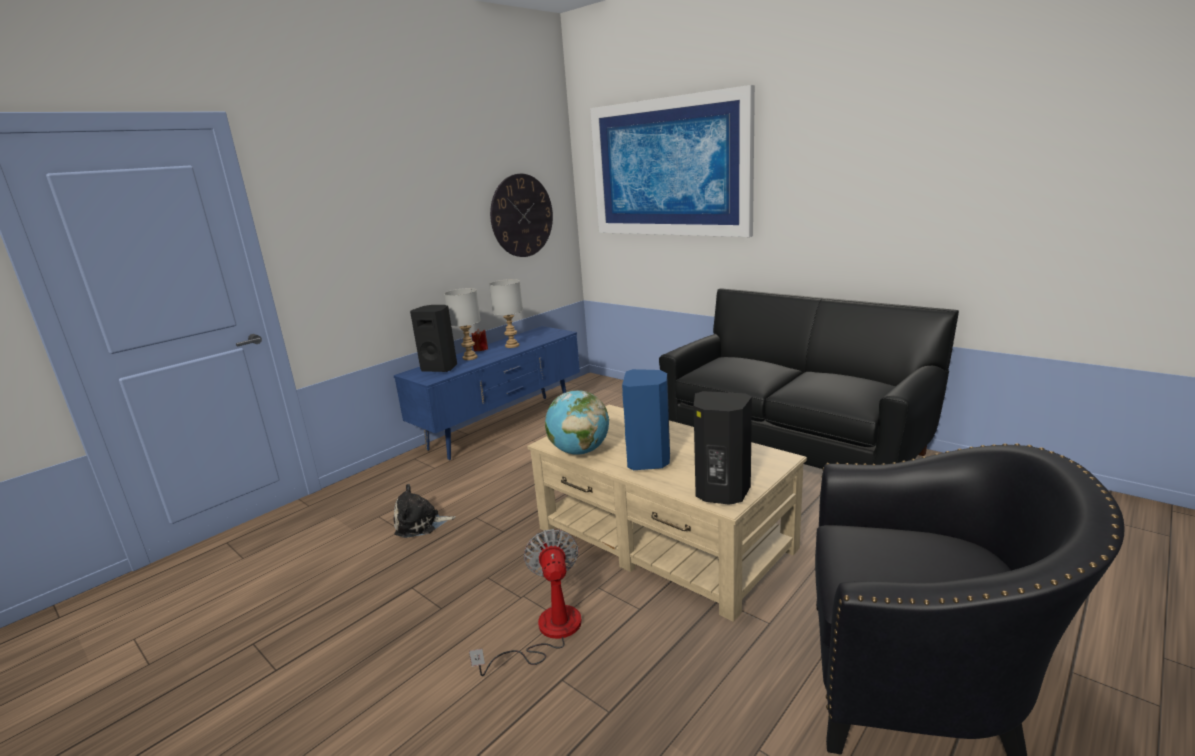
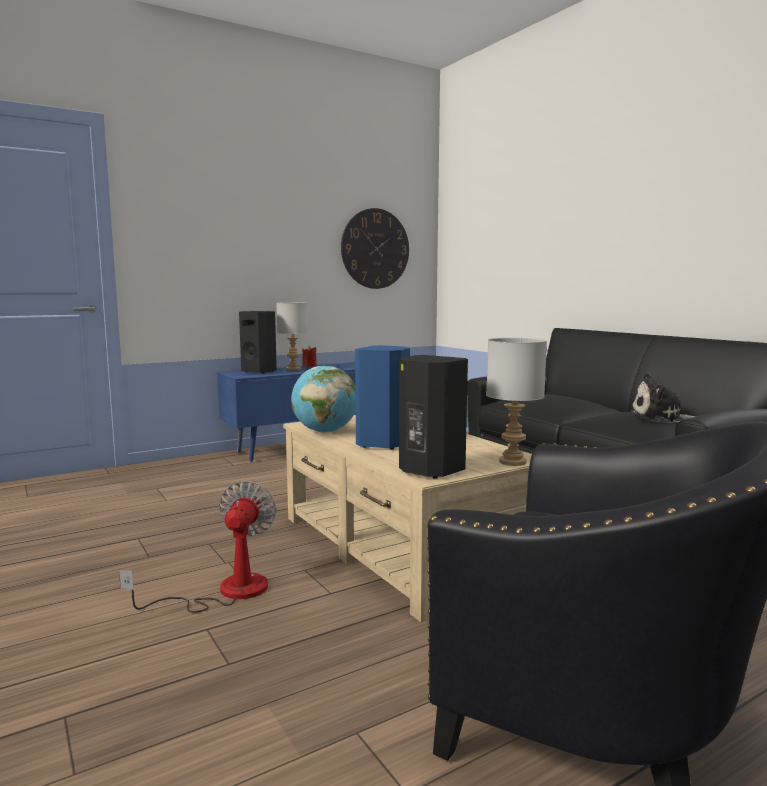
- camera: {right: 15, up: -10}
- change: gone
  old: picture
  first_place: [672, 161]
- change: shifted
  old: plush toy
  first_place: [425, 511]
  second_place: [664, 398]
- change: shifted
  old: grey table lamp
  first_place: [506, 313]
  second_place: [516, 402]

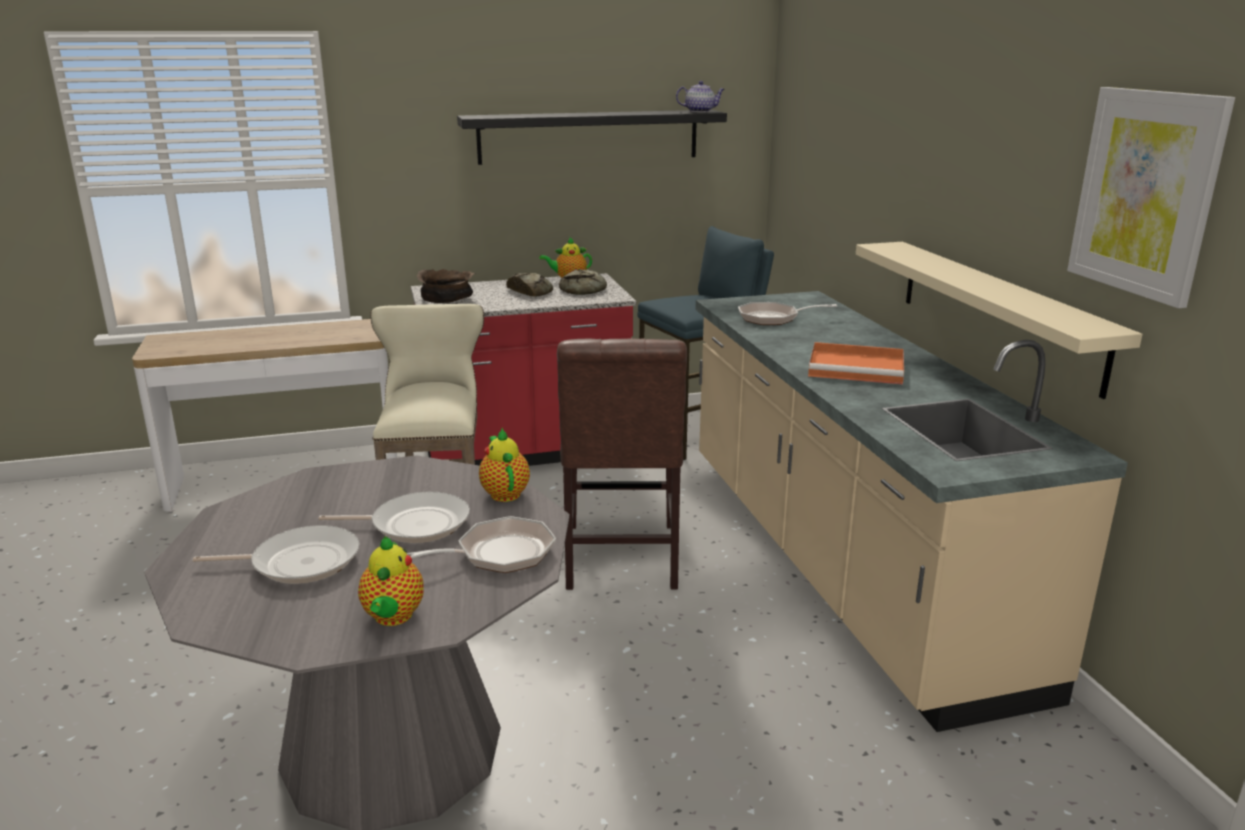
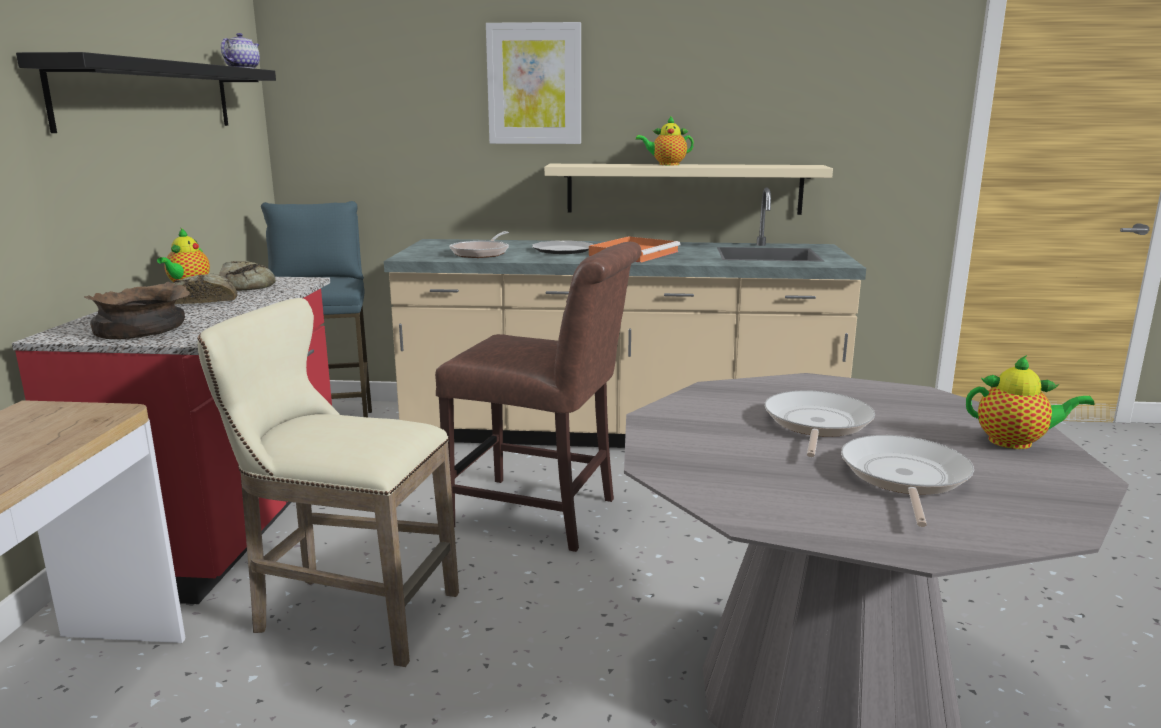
- camera: {right: -70, up: -5}
- change: gone
  old: frying pan
  first_place: [481, 544]
- change: new
  new: plate
  second_place: [562, 247]
- change: shifted
  old: teapot
  first_place: [504, 465]
  second_place: [665, 140]
- change: shifted
  old: picture
  first_place: [1151, 197]
  second_place: [533, 83]

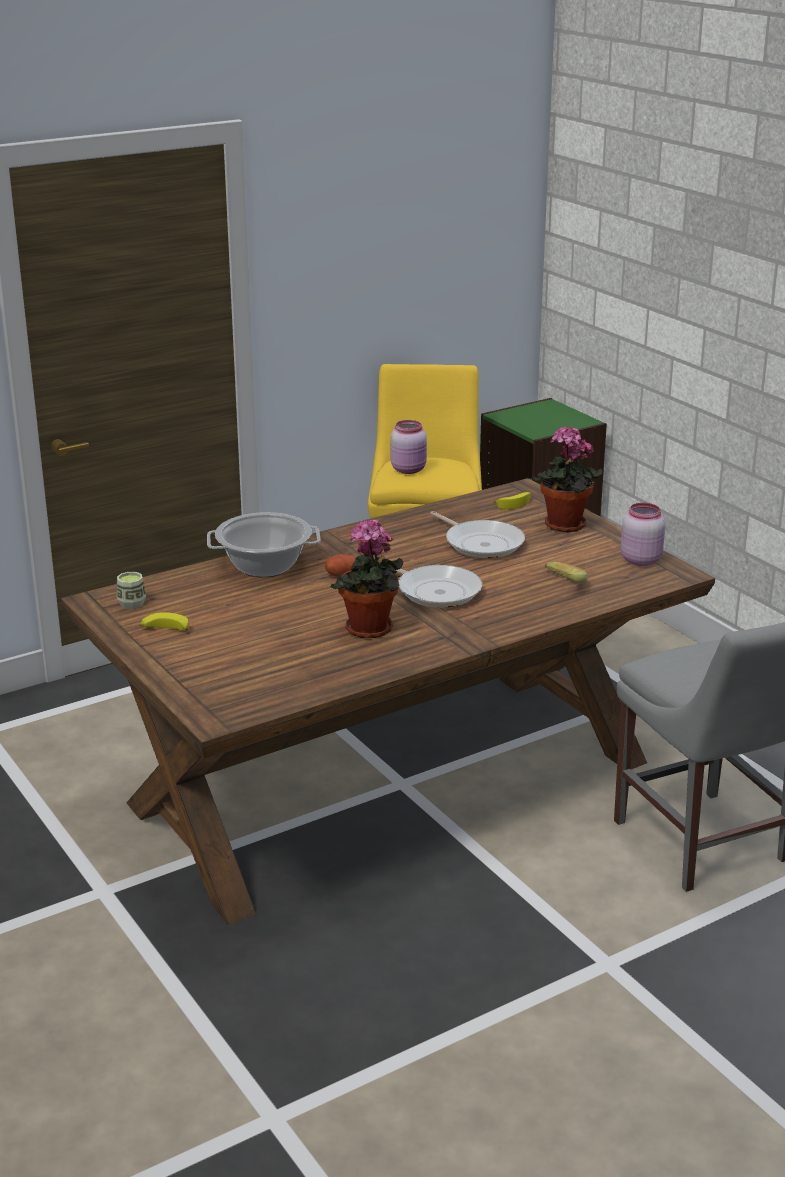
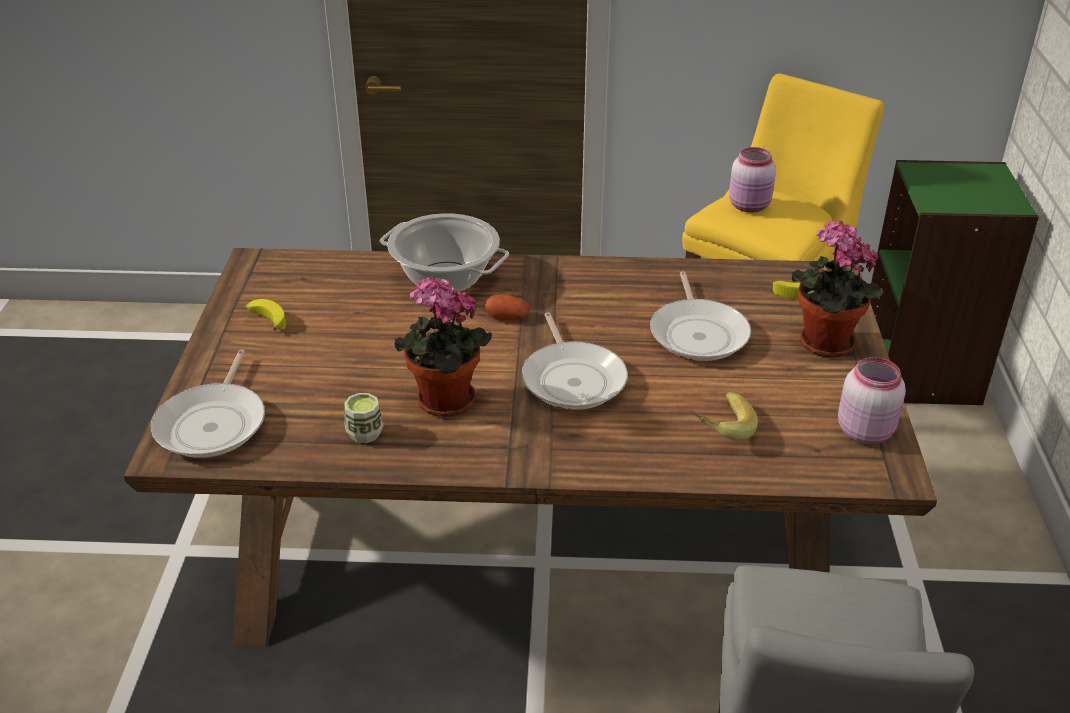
- camera: {right: 35, up: 10}
- change: new
  new: frying pan
  second_place: [208, 404]
- change: shifted
  old: cup
  first_place: [131, 590]
  second_place: [364, 418]

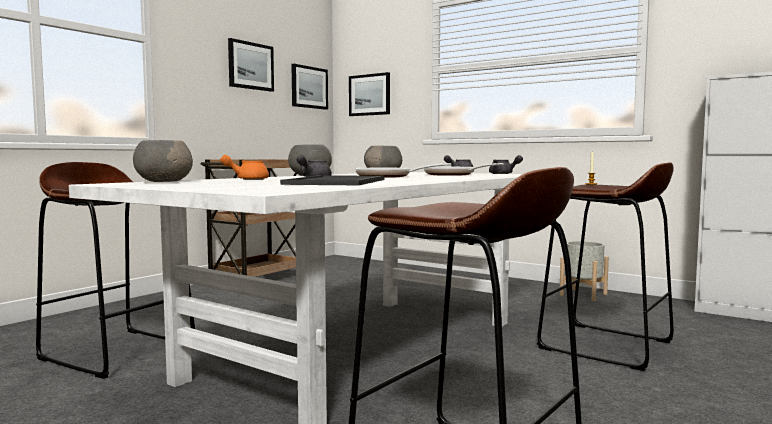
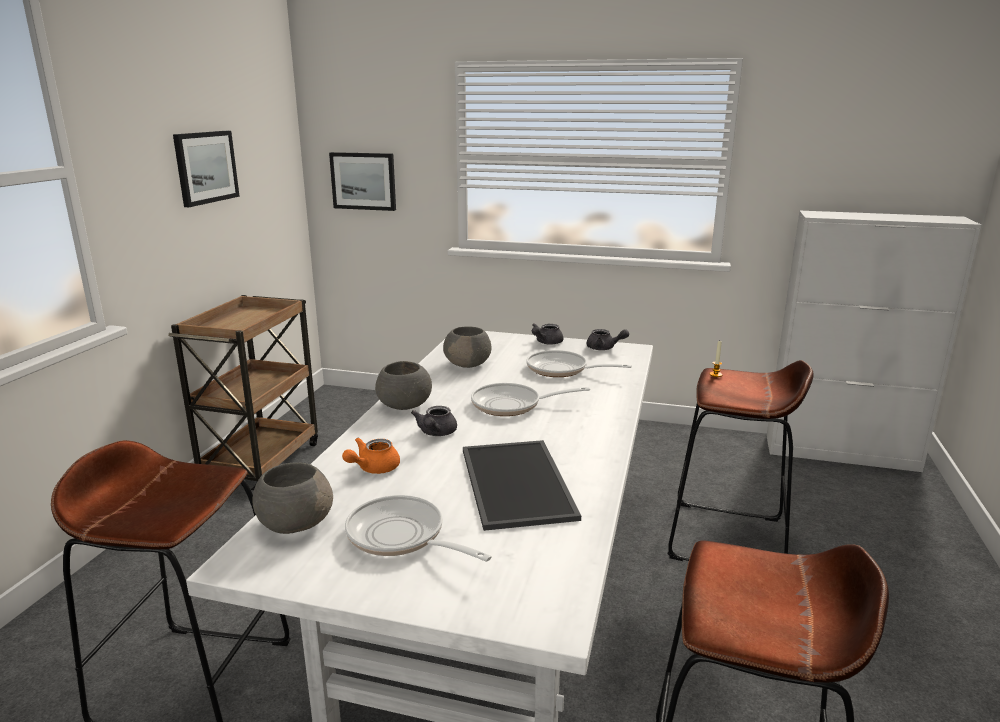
- camera: {right: -20, up: 15}
- change: gone
  old: picture
  first_place: [309, 87]
- change: gone
  old: grey planter
  first_place: [584, 271]
- change: new
  new: frying pan
  second_place: [418, 528]

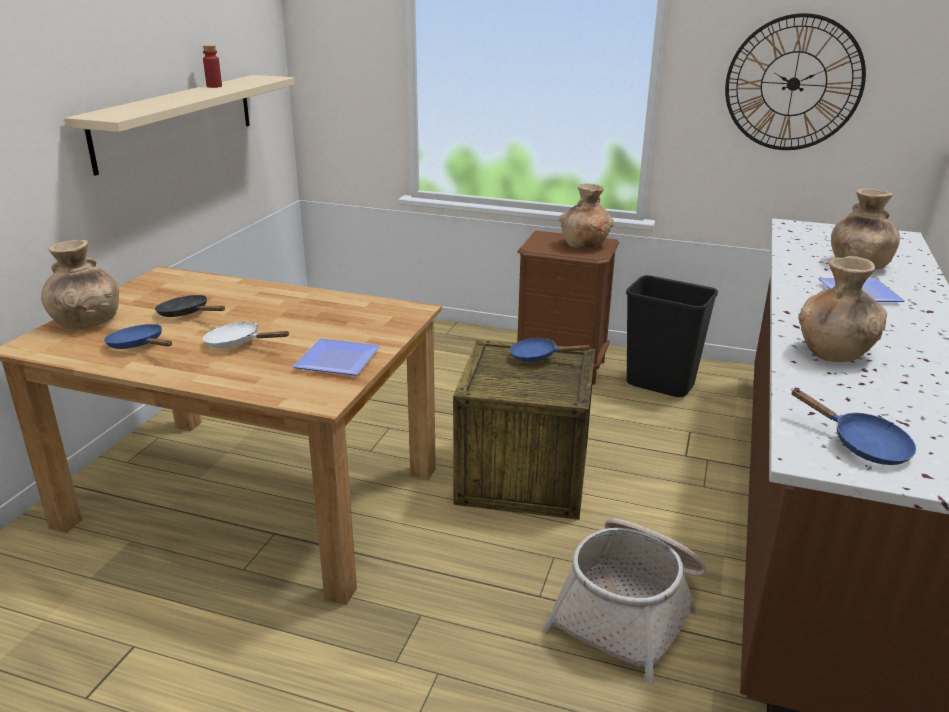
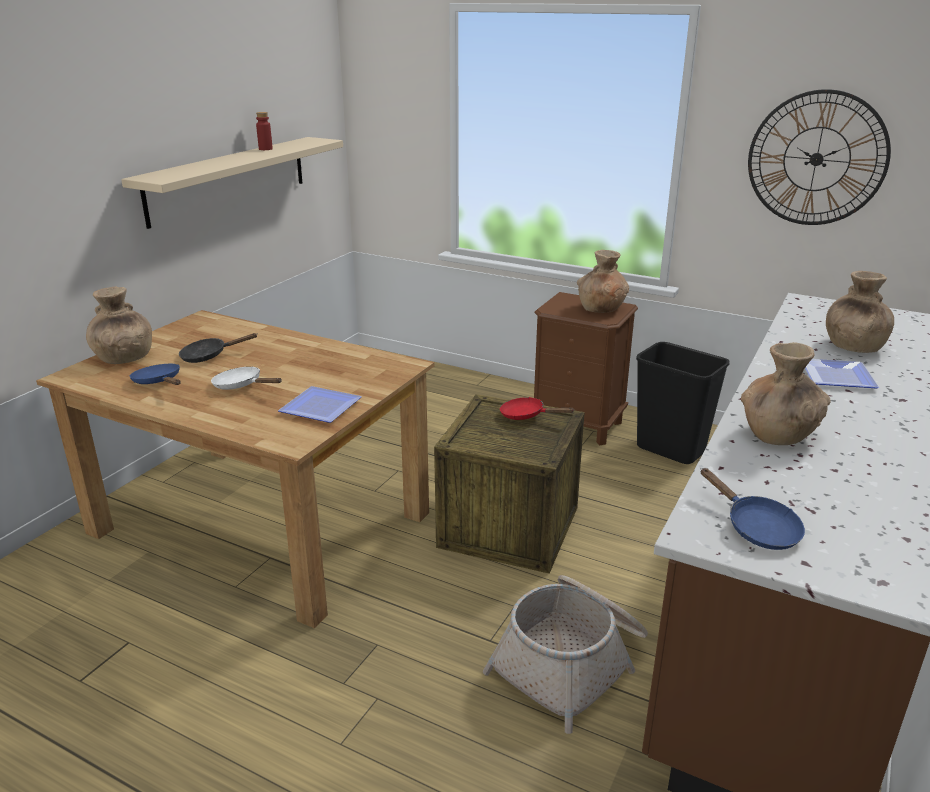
- camera: {right: 10, up: 0}
- change: repainted
  old: blue frying pan
  new: red frying pan
  first_place: [550, 350]
  second_place: [537, 408]
- change: rotated
  old: black frying pan
  first_place: [190, 306]
  second_place: [218, 348]
  degrees: -60

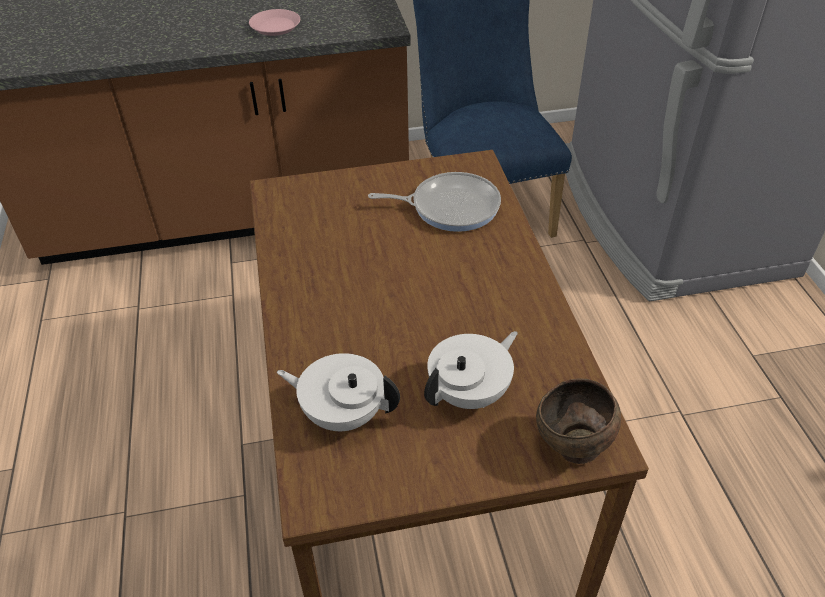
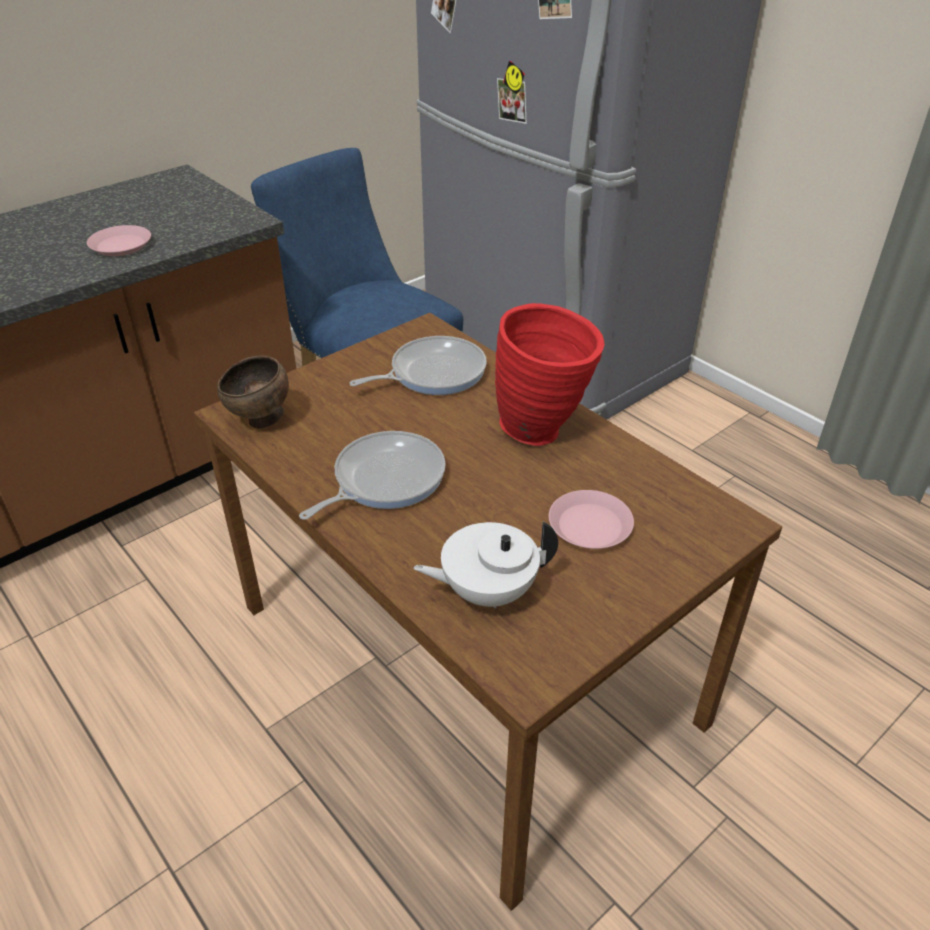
- camera: {right: -30, up: -5}
- change: new
  new: frying pan
  second_place: [372, 475]
- change: new
  new: red vase
  second_place: [549, 374]
- change: shifted
  old: brown bowl
  first_place: [578, 421]
  second_place: [253, 392]
- change: swapped
  old: white teapot
  new: pink plate
  first_place: [471, 370]
  second_place: [591, 519]

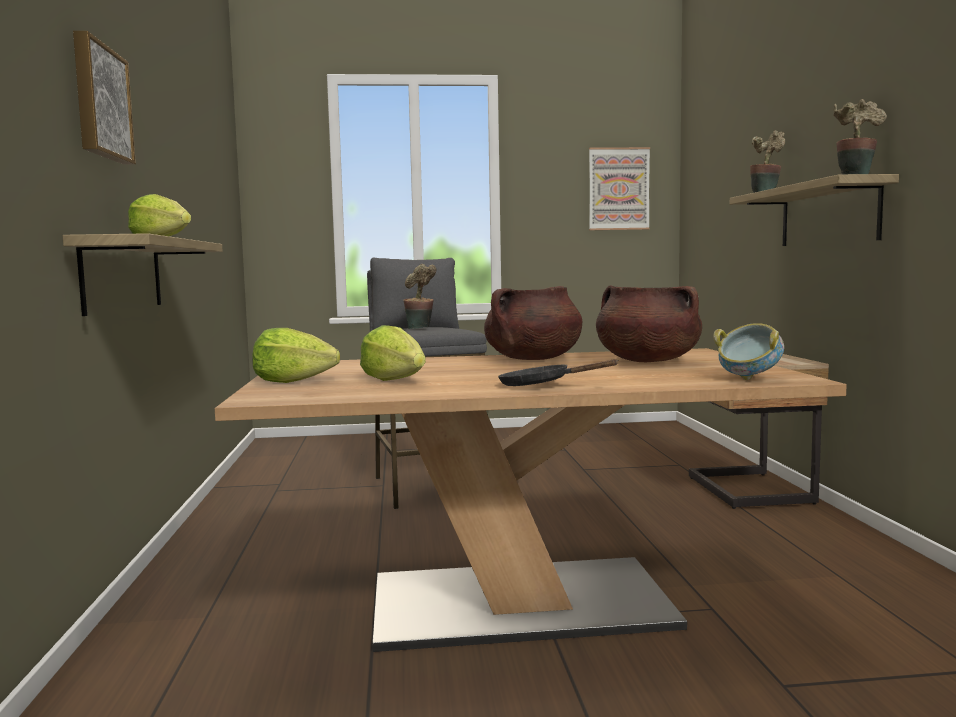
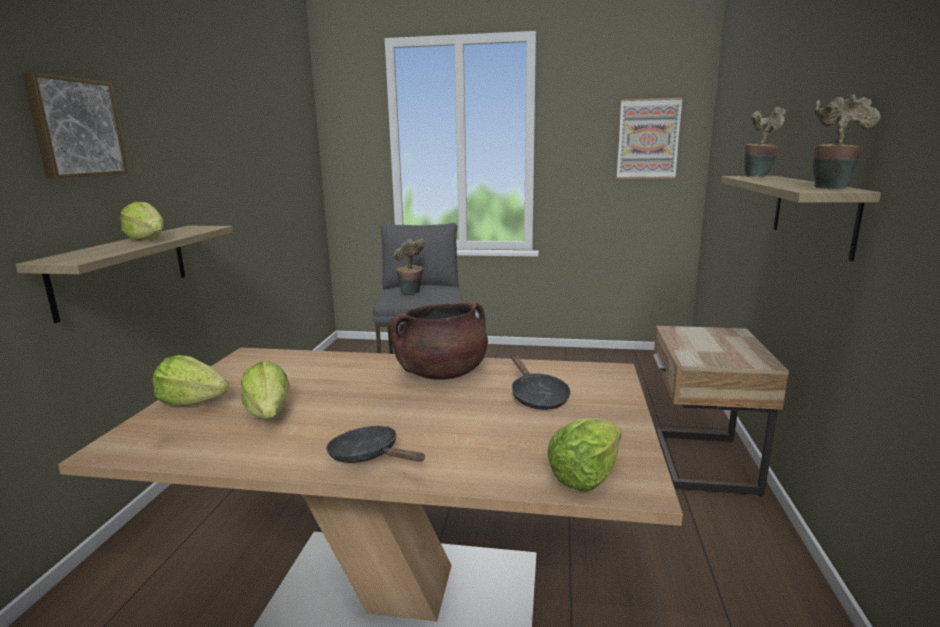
- camera: {right: 15, up: 10}
- change: swapped
  old: brown cooking pot
  new: black frying pan
  first_place: [649, 323]
  second_place: [540, 382]
- change: swapped
  old: bowl
  new: lettuce
  first_place: [748, 351]
  second_place: [585, 454]

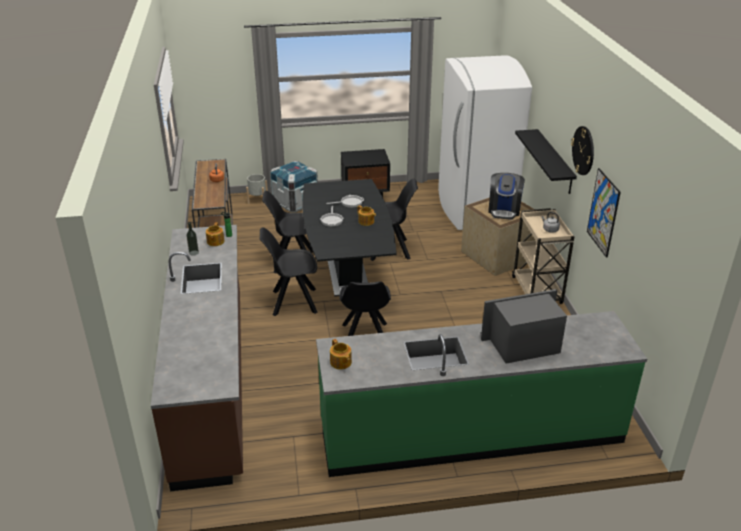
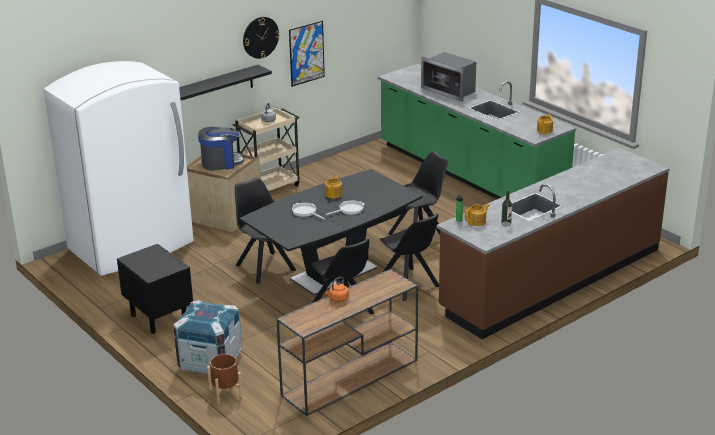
- camera: {right: -120, up: -5}
- change: repainted
  old: grey planter
  new: brown planter
  first_place: [257, 189]
  second_place: [225, 379]

